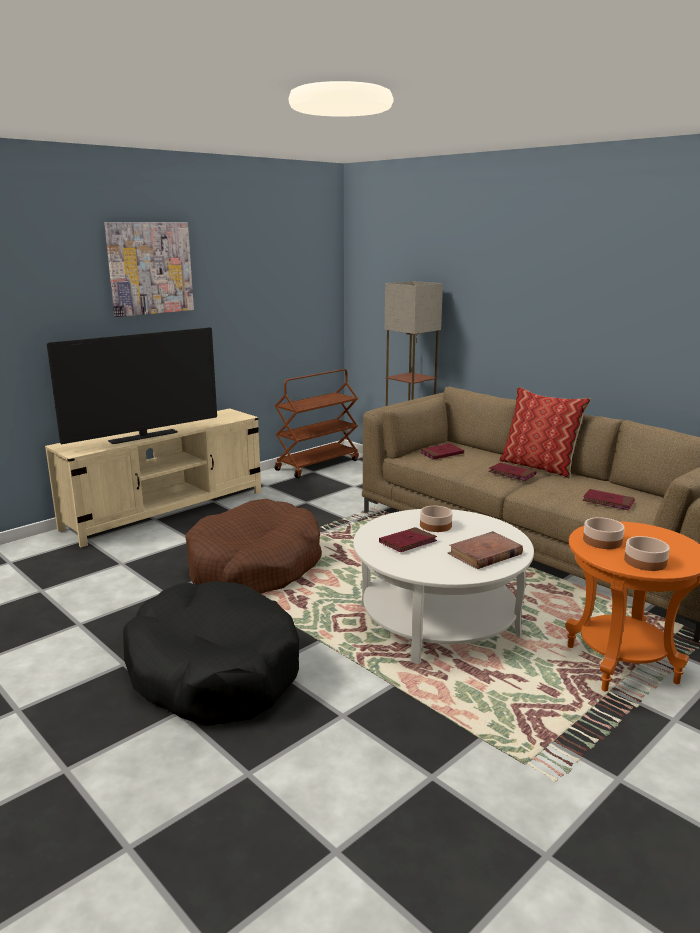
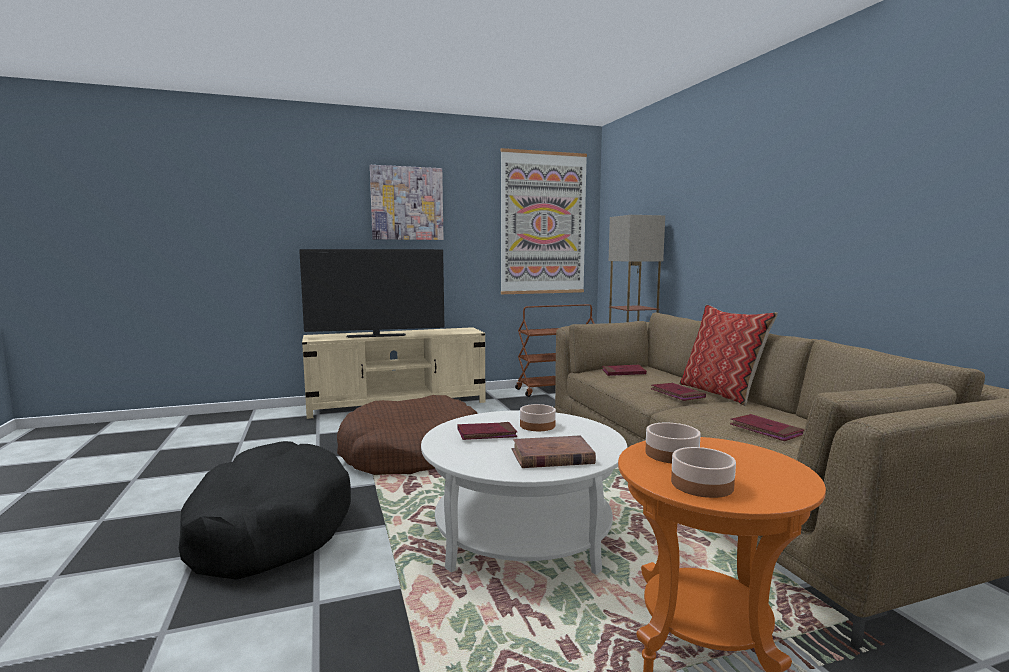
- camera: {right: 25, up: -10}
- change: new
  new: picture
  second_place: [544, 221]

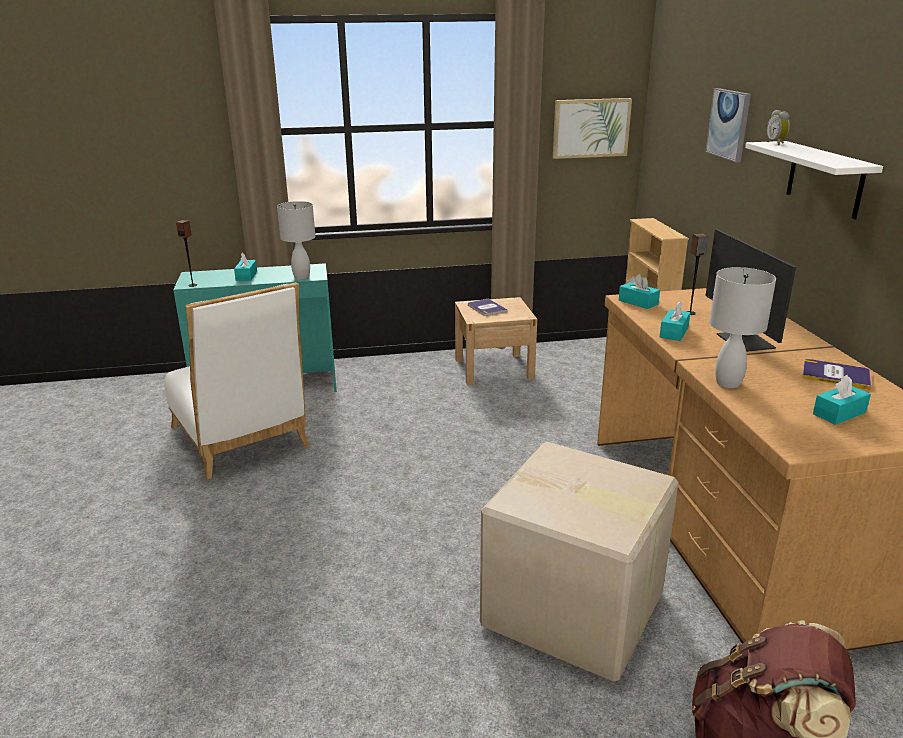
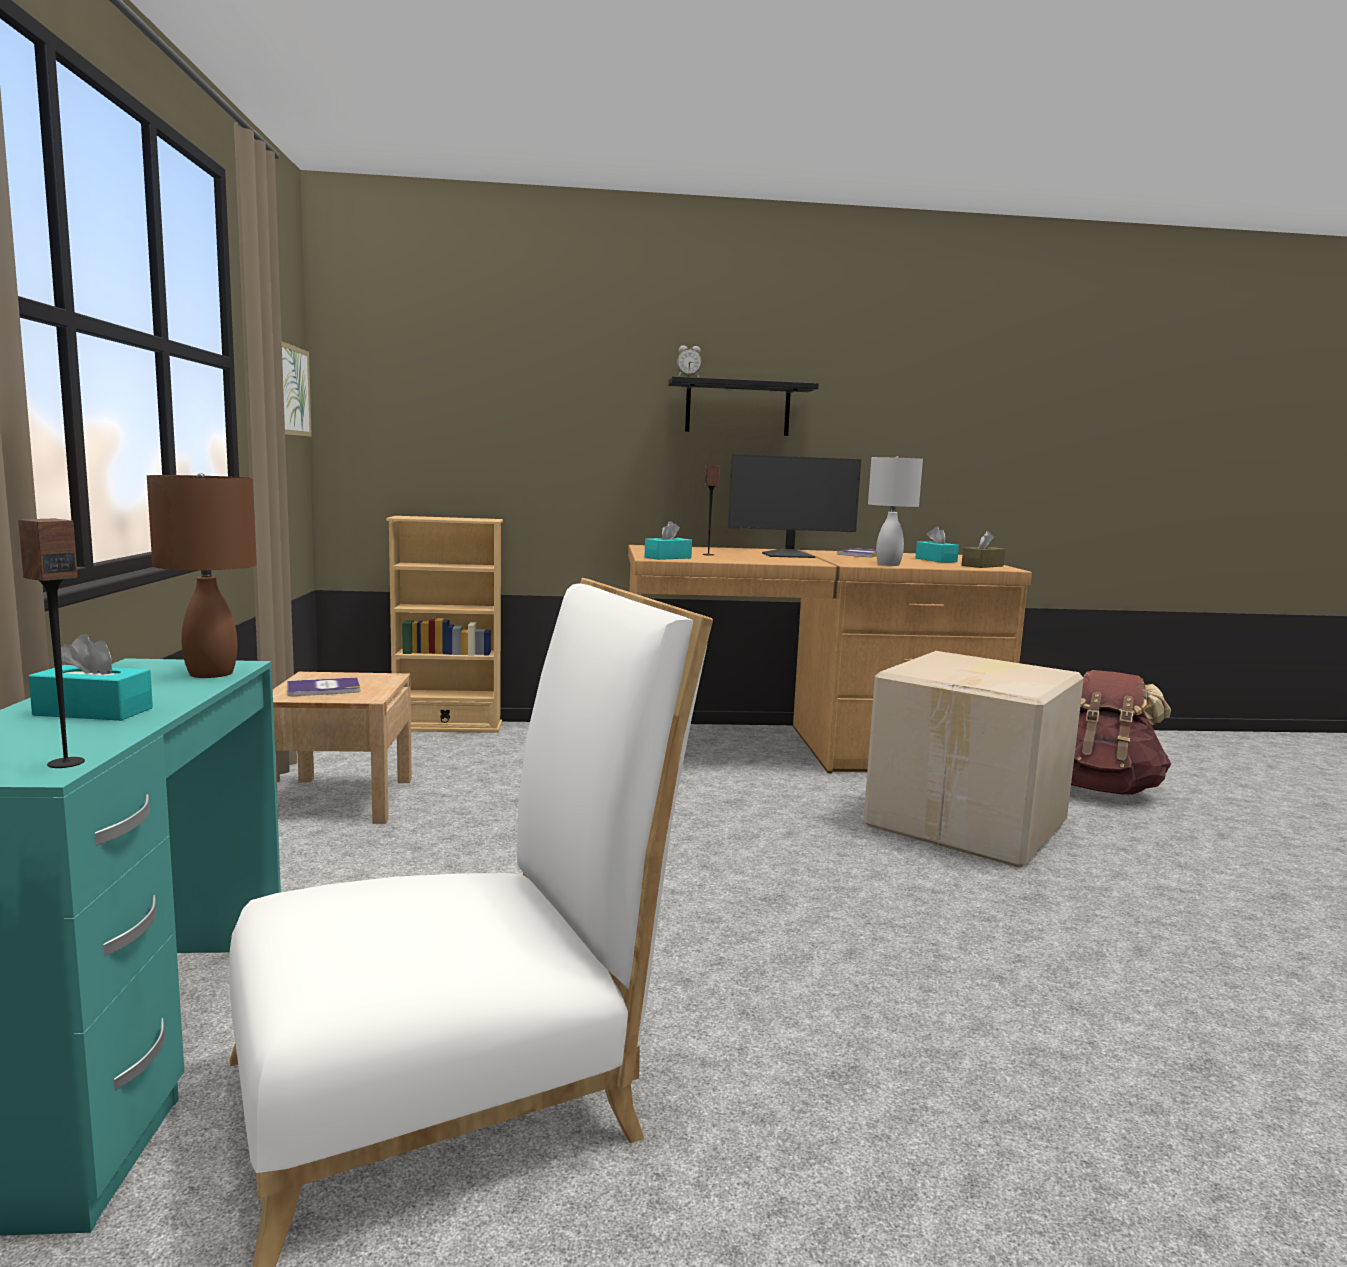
- camera: {right: -85, up: -15}
- change: gone
  old: turquoise tissue box
  first_place: [675, 321]
- change: gone
  old: picture
  first_place: [728, 125]
- change: new
  new: brown tissue box
  second_place: [983, 549]
- change: repainted
  old: white table lamp
  new: brown table lamp
  first_place: [296, 240]
  second_place: [202, 575]
- change: repainted
  old: white shelf
  new: black shelf
  first_place: [814, 180]
  second_place: [743, 406]

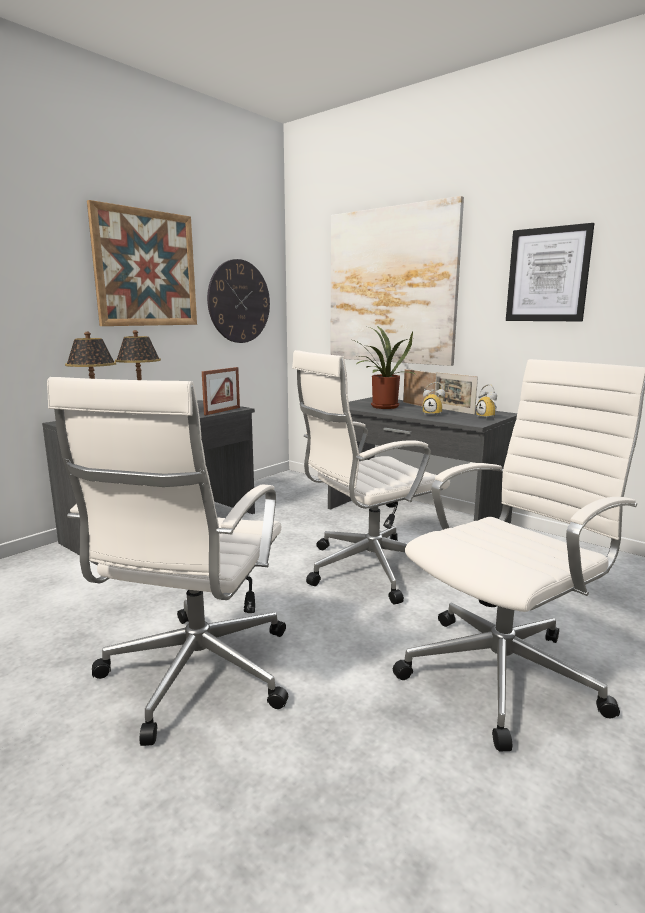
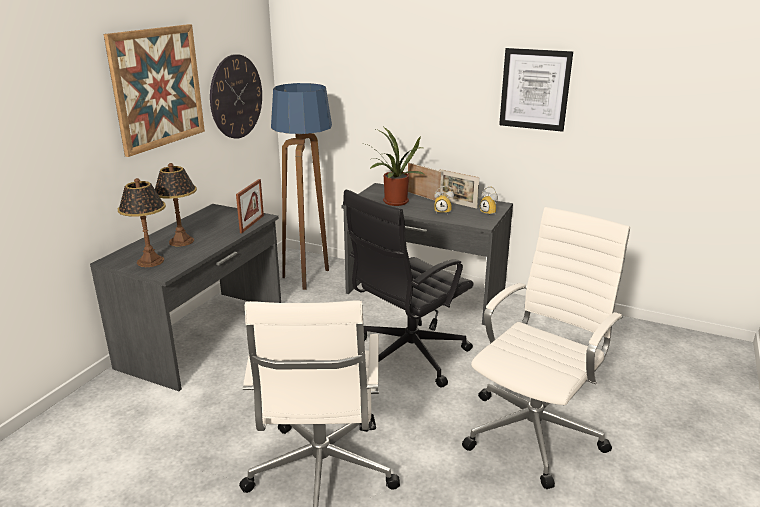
- camera: {right: -15, up: 10}
- change: gone
  old: picture
  first_place: [397, 281]
- change: new
  new: floor lamp
  second_place: [301, 186]
- change: repainted
  old: white office chair
  new: black office chair
  first_place: [371, 477]
  second_place: [408, 288]

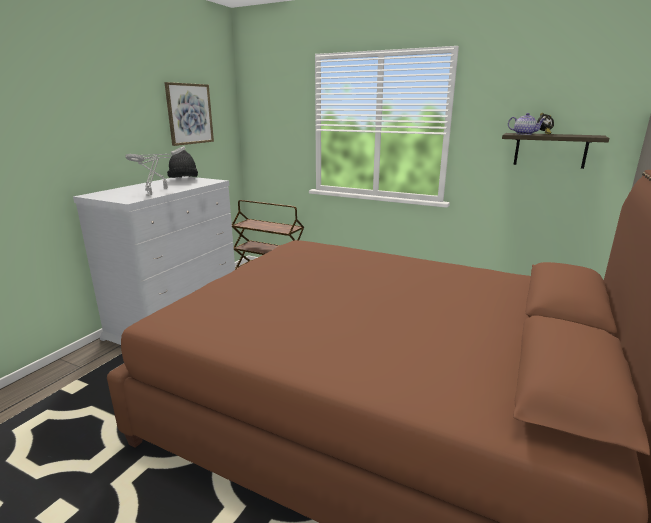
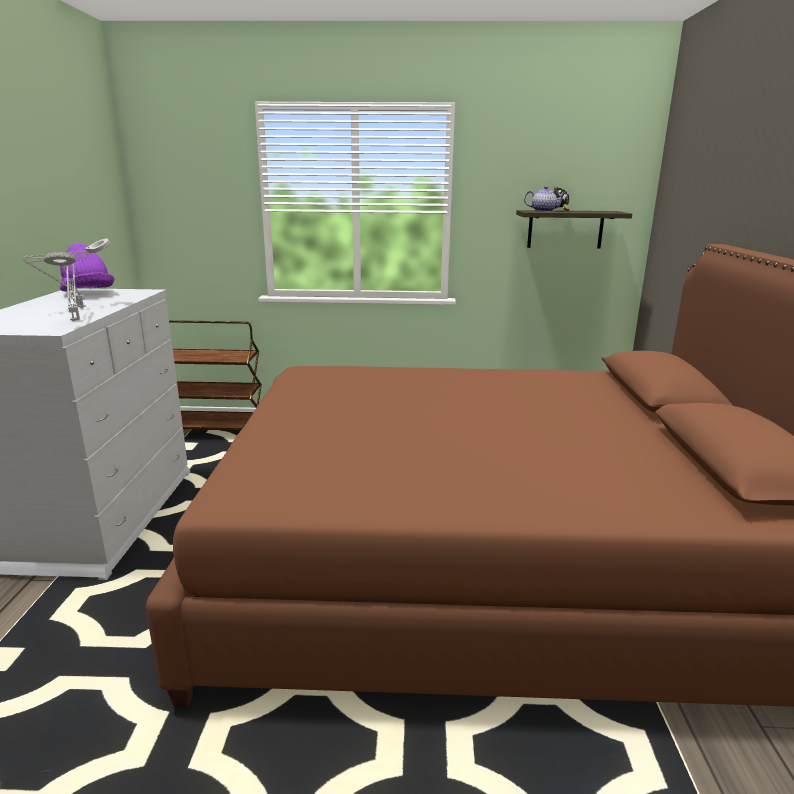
- camera: {right: -25, up: 0}
- change: gone
  old: picture
  first_place: [189, 114]
- change: repainted
  old: black hat
  new: purple hat
  first_place: [182, 164]
  second_place: [87, 267]

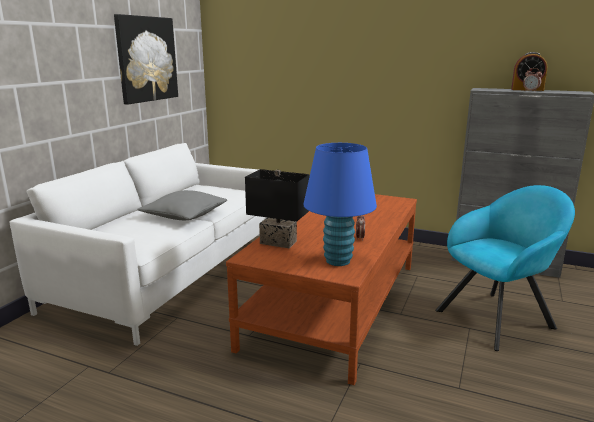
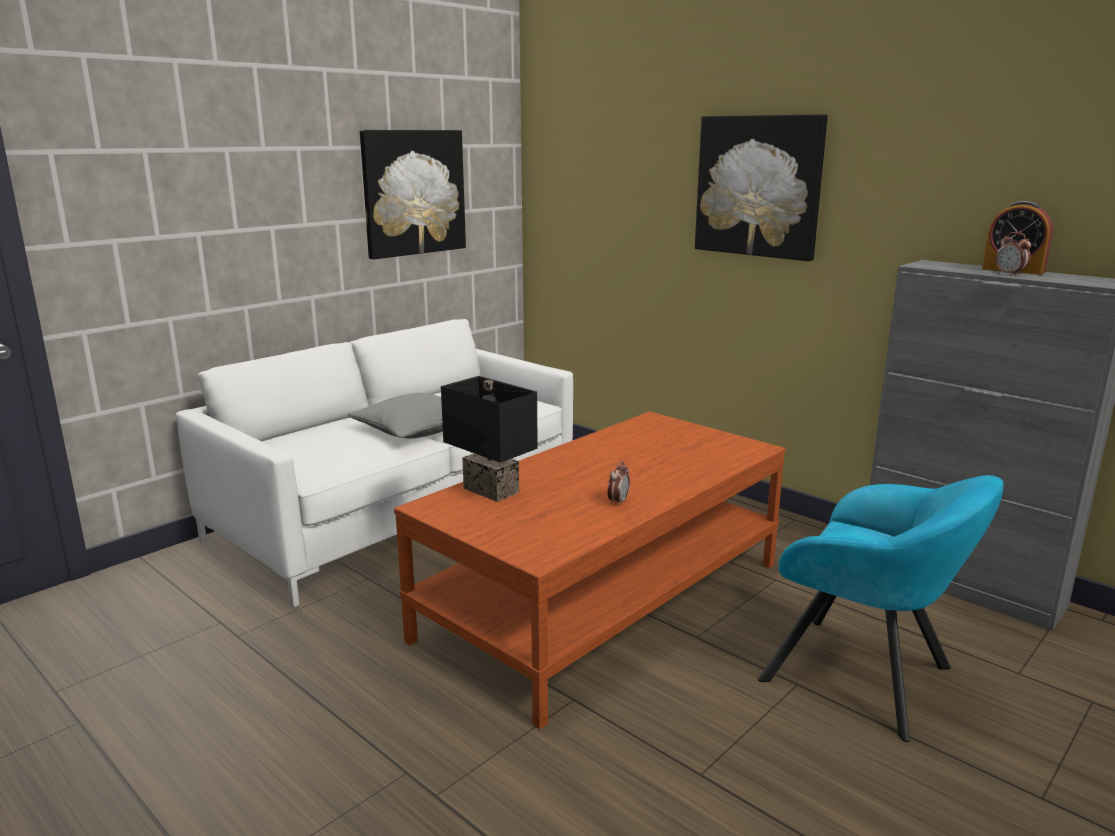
- camera: {right: 20, up: 0}
- change: gone
  old: blue table lamp
  first_place: [340, 204]
- change: new
  new: picture
  second_place: [761, 187]
- change: rotated
  old: turquoise armchair
  first_place: [505, 268]
  second_place: [881, 608]
  degrees: 45

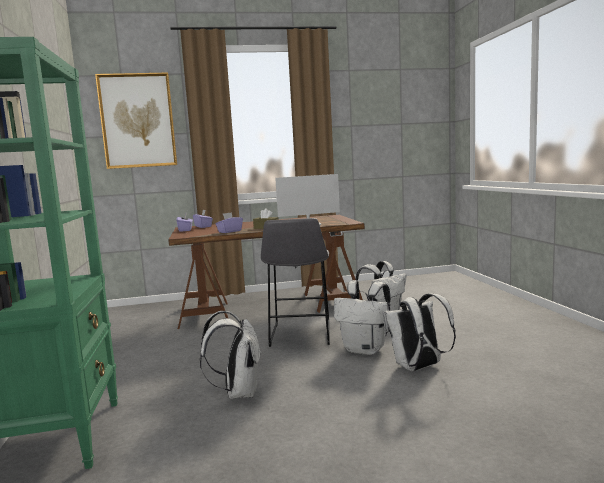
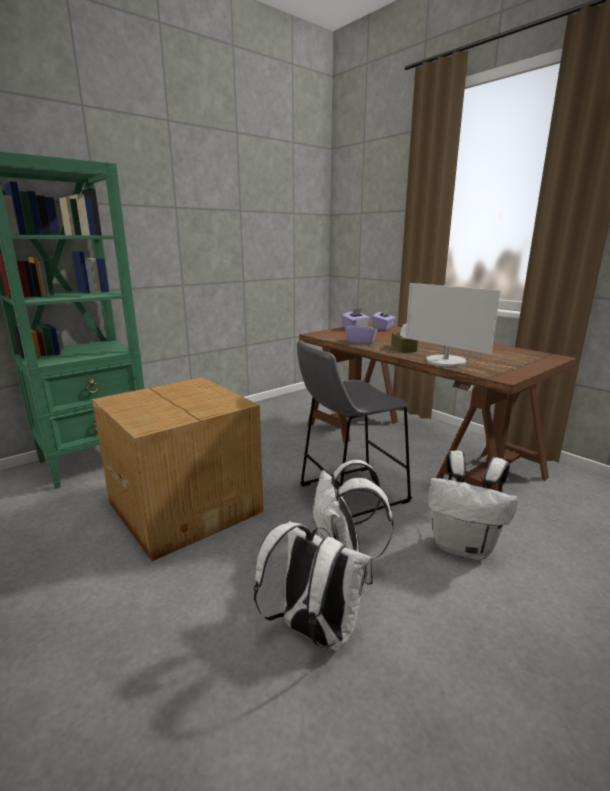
- camera: {right: 60, up: 10}
- change: gone
  old: picture
  first_place: [136, 120]
- change: swapped
  old: white backpack
  new: cardboard box
  first_place: [230, 355]
  second_place: [178, 469]

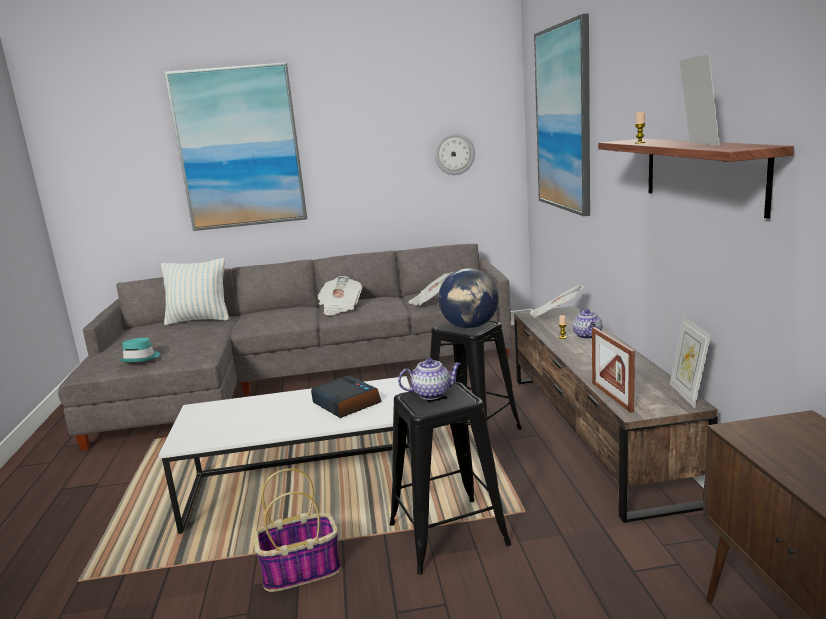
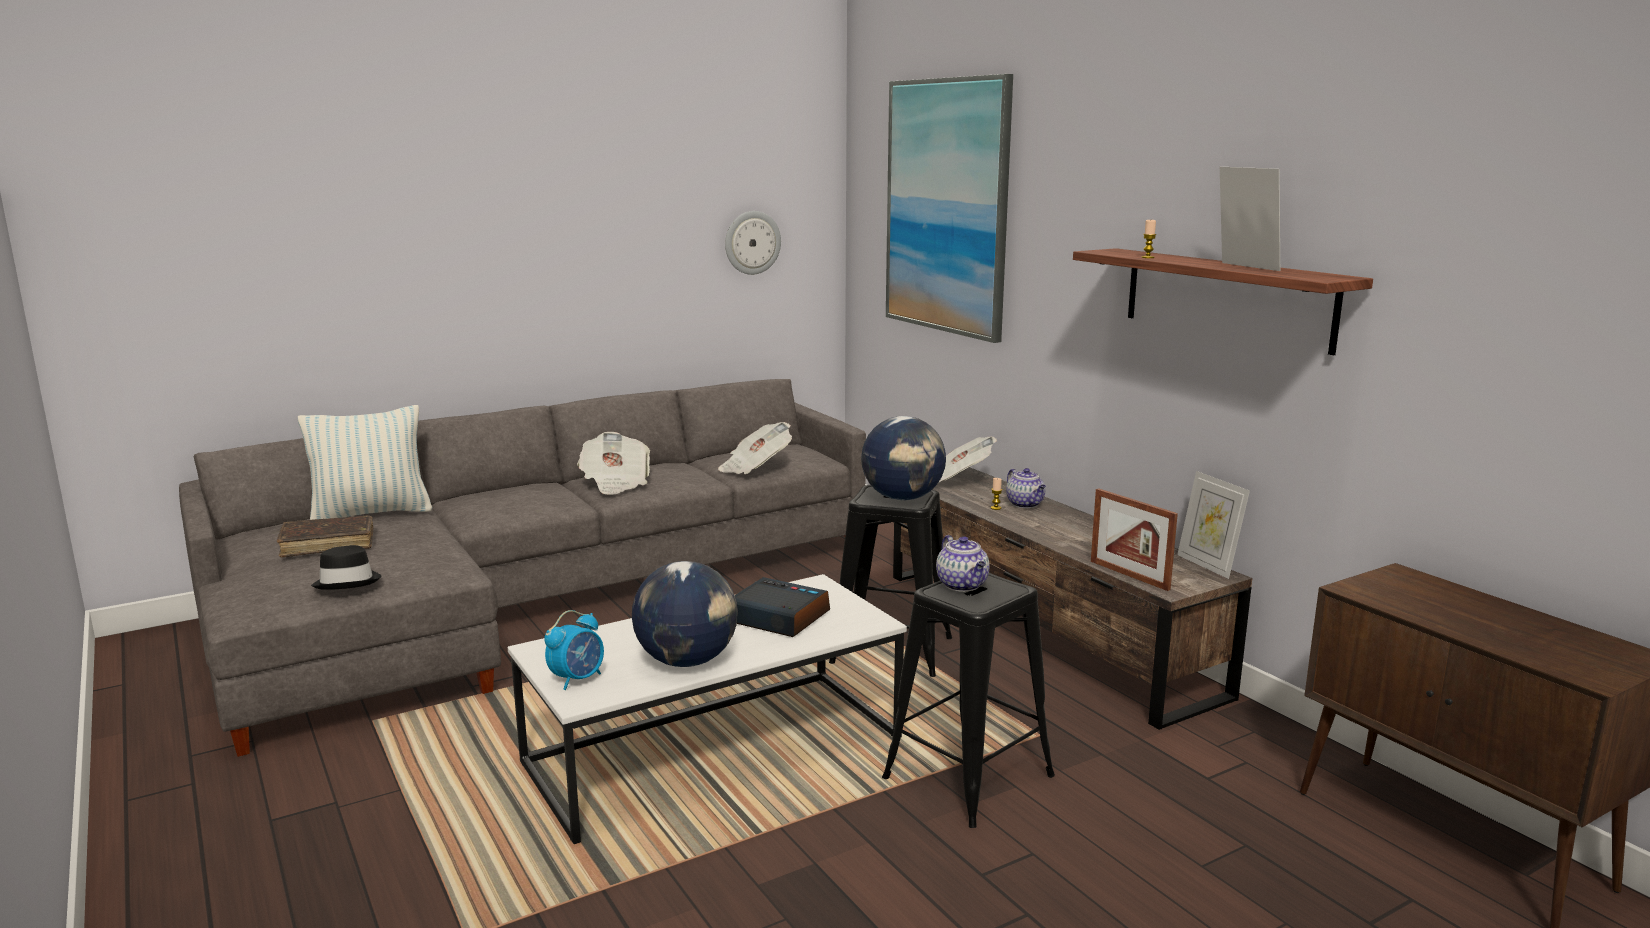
- camera: {right: -25, up: 0}
- change: gone
  old: picture
  first_place: [235, 146]
- change: gone
  old: basket
  first_place: [297, 530]
- change: new
  new: brown book
  second_place: [325, 537]
- change: new
  new: alarm clock
  second_place: [574, 650]
- change: new
  new: globe
  second_place: [685, 614]
- change: repainted
  old: turquoise hat
  new: black hat
  first_place: [139, 350]
  second_place: [346, 567]
- change: rotated
  old: teapot
  first_place: [429, 379]
  second_place: [963, 563]
  degrees: 105

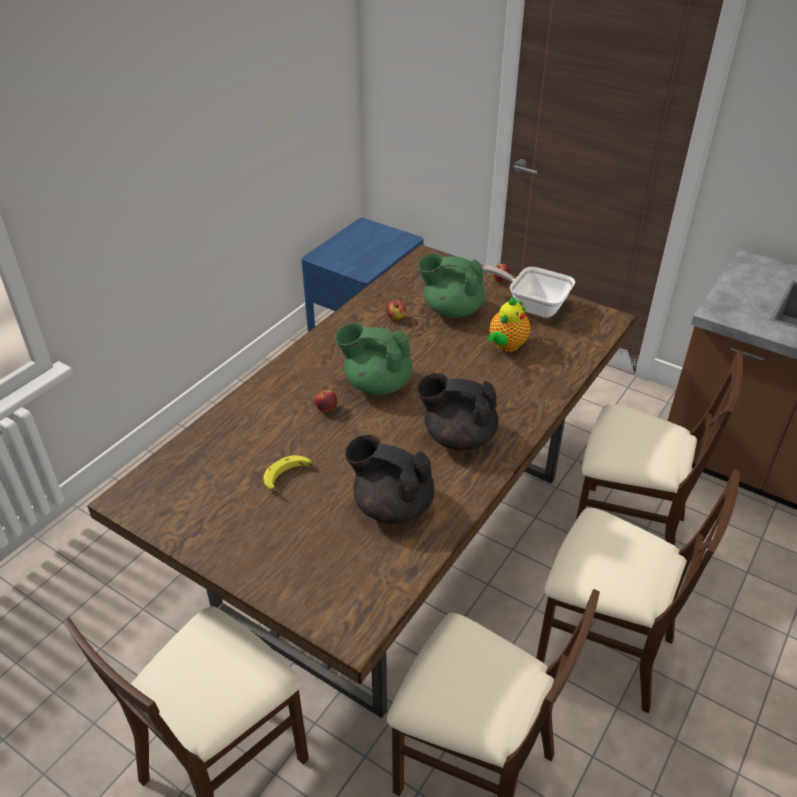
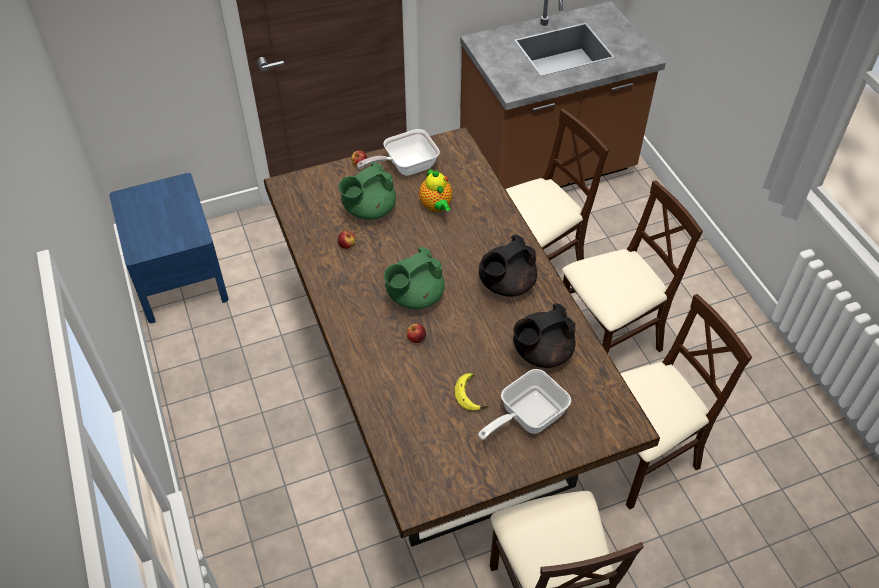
- camera: {right: -55, up: 10}
- change: new
  new: frying pan
  second_place: [524, 404]

